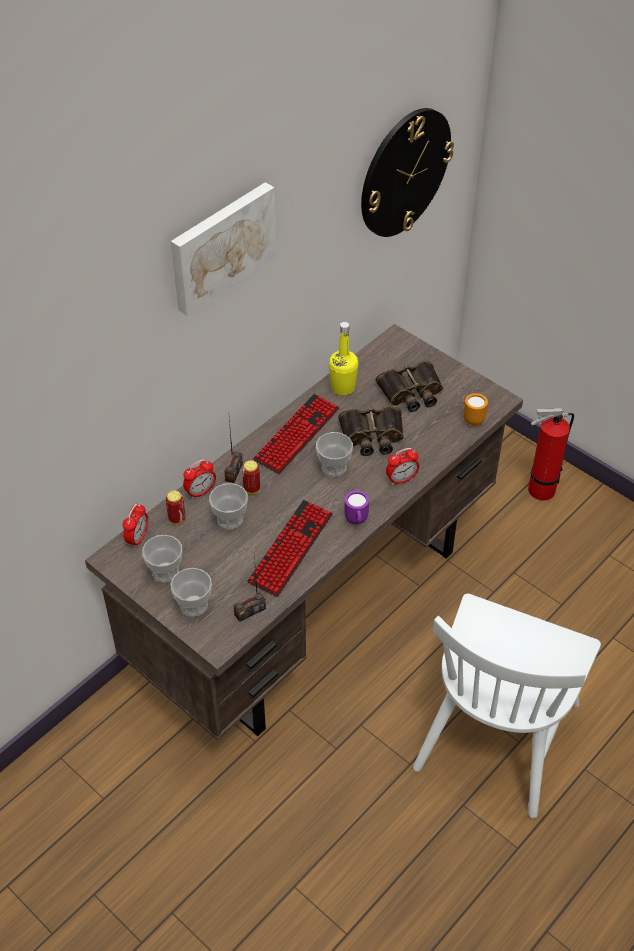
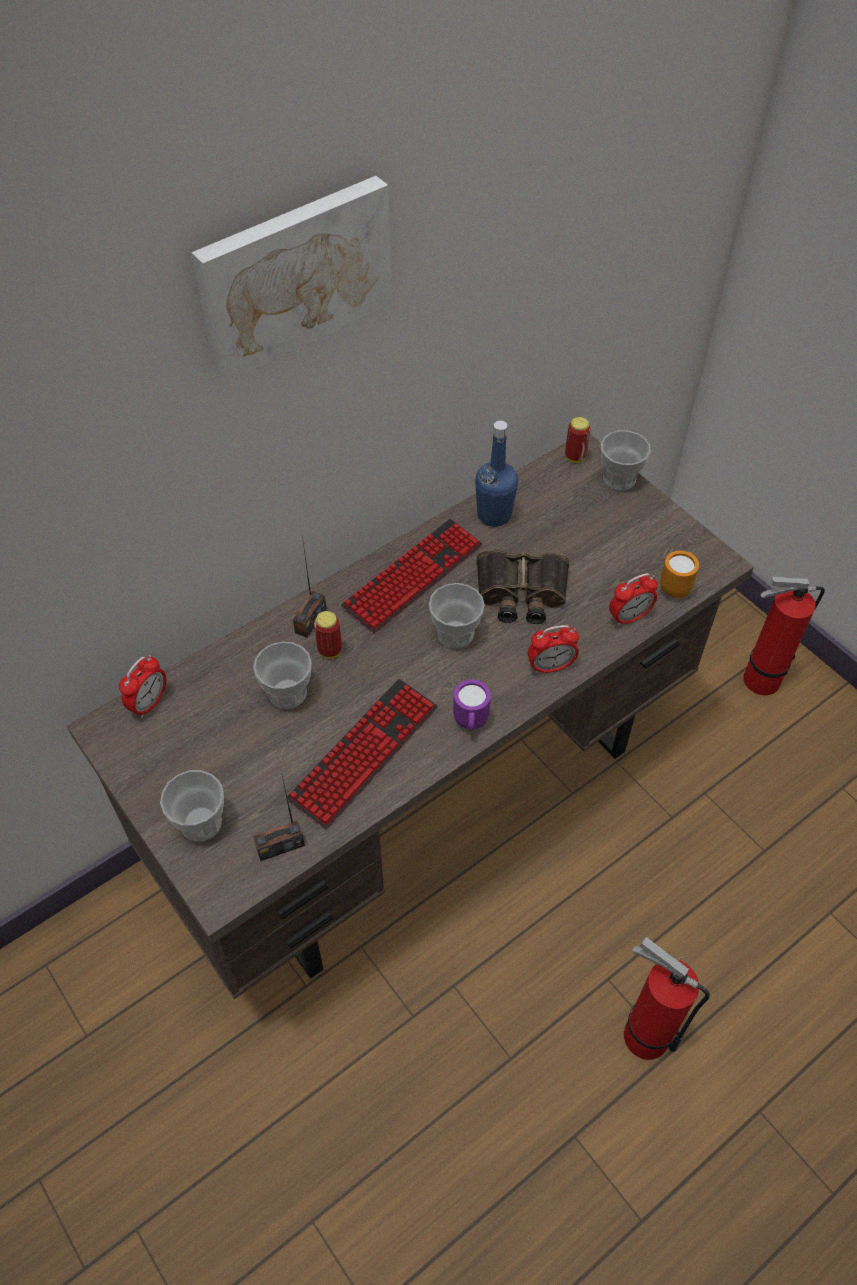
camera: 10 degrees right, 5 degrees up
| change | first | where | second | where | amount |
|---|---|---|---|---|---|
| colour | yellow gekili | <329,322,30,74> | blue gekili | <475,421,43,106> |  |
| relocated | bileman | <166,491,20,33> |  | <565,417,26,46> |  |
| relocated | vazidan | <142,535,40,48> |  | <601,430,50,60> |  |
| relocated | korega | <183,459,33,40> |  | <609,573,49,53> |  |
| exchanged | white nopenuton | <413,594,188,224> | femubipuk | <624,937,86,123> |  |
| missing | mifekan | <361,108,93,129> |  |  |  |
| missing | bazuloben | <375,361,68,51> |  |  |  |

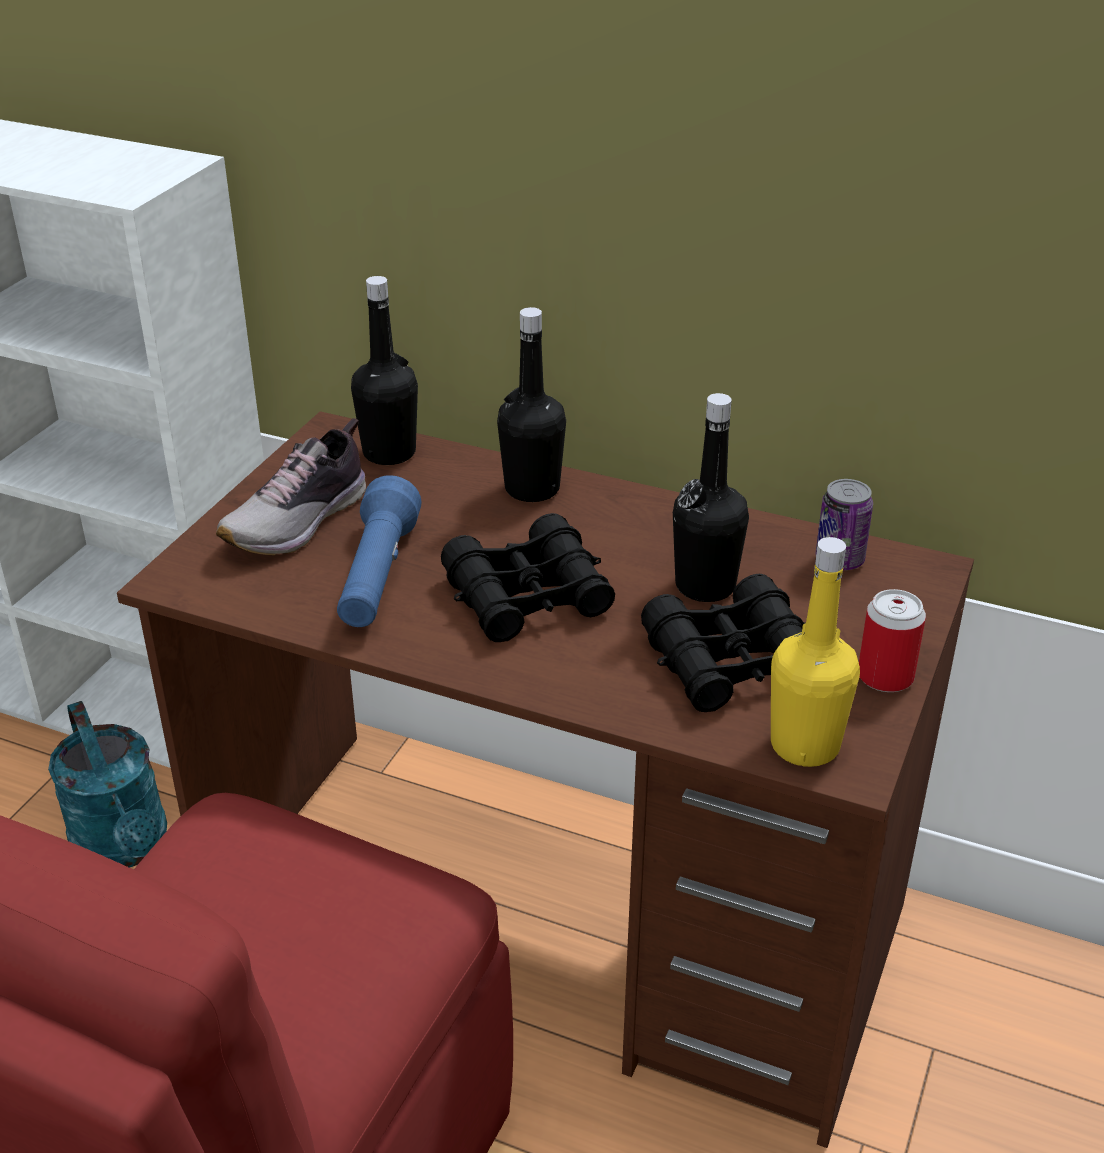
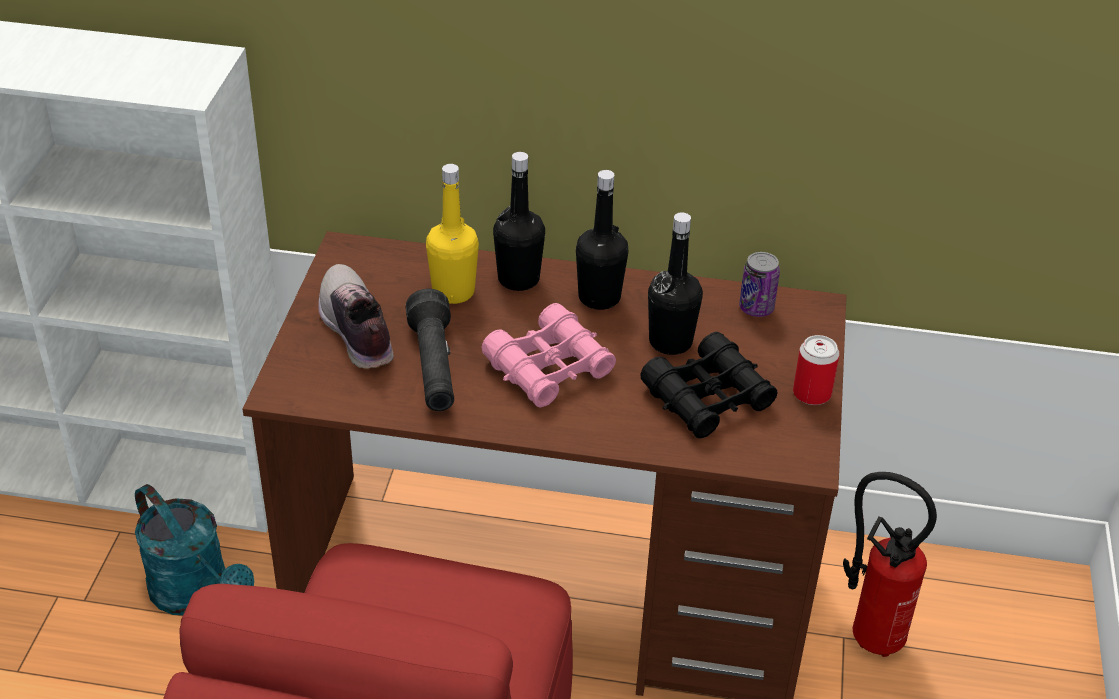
camera: 15 degrees left, 5 degrees up
| change | first | where | second | where | amount |
|---|---|---|---|---|---|
| spun | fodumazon | <216,418,150,137> |  | <318,264,76,105> | 135 degrees clockwise |
| colour | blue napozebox | <337,475,84,152> | black napozebox | <406,289,48,122> |  |
| relocated | yellow gekili | <771,537,89,230> |  | <426,164,53,140> |  |
| colour | black bazuloben | <441,513,174,129> | pink bazuloben | <481,303,135,105> |  |
| relocated | black gekili | <351,276,67,189> |  | <576,170,52,140> |  |
| appeared |  |  | femubipuk | <843,472,94,185> |  |

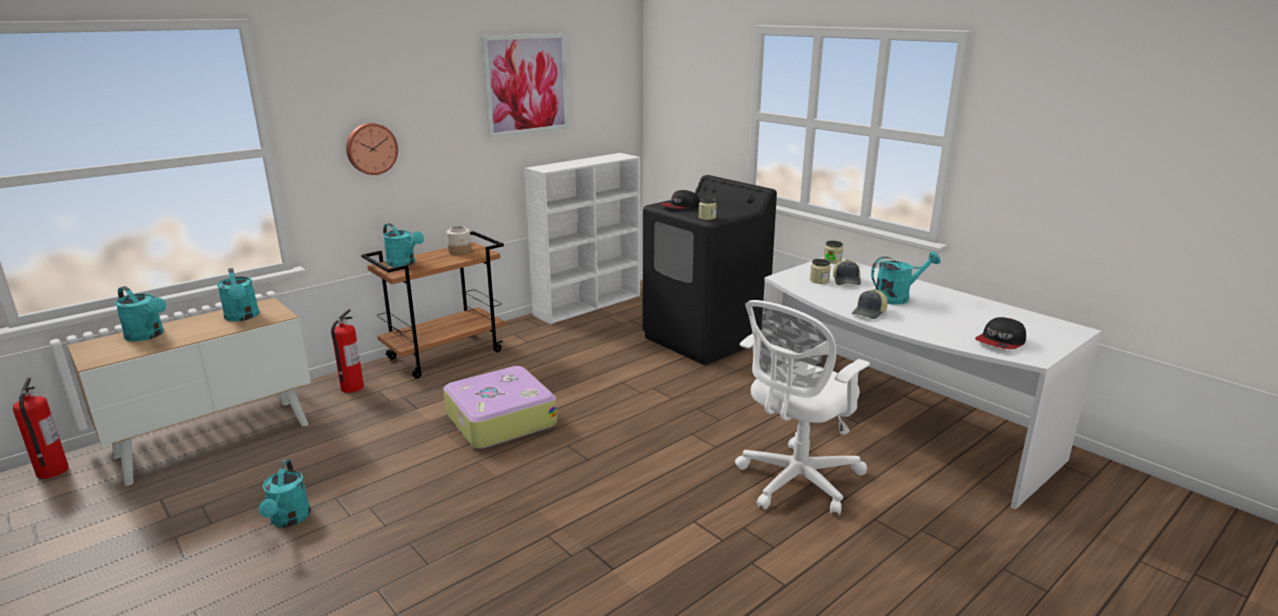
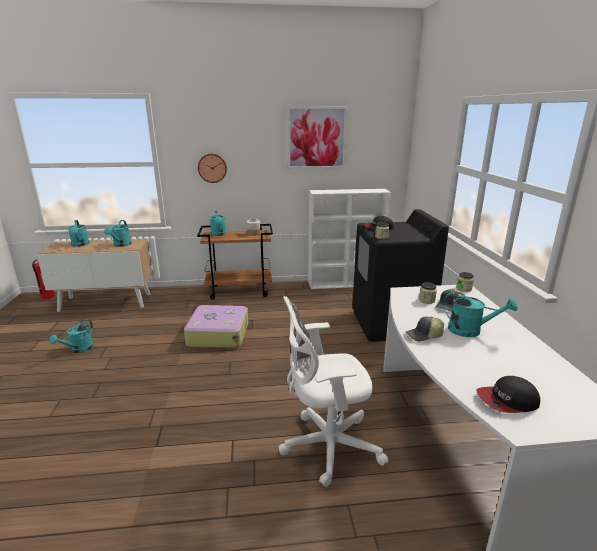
camera: 35 degrees right, 0 degrees up
| change | first | where | second | where | amount |
|---|---|---|---|---|---|
| missing | femubipuk | <331,309,33,84> |  |  |  |

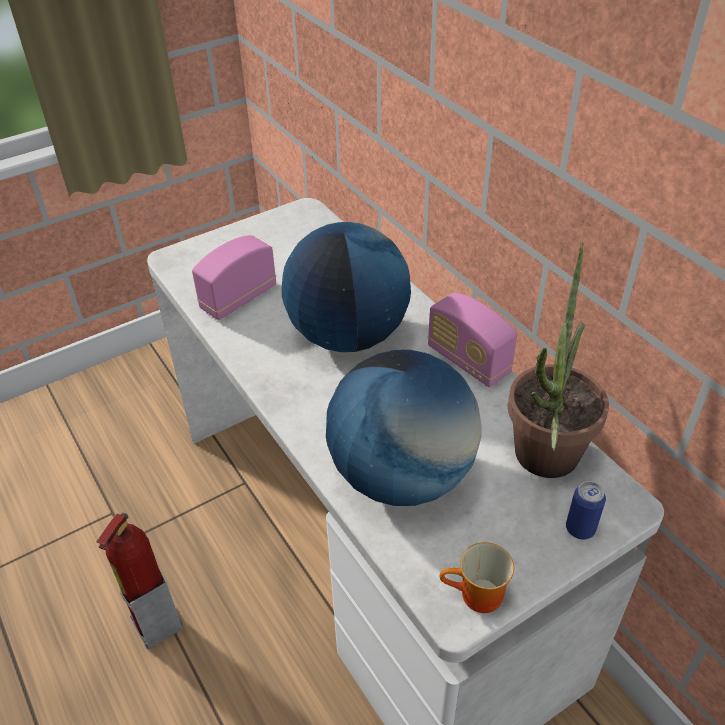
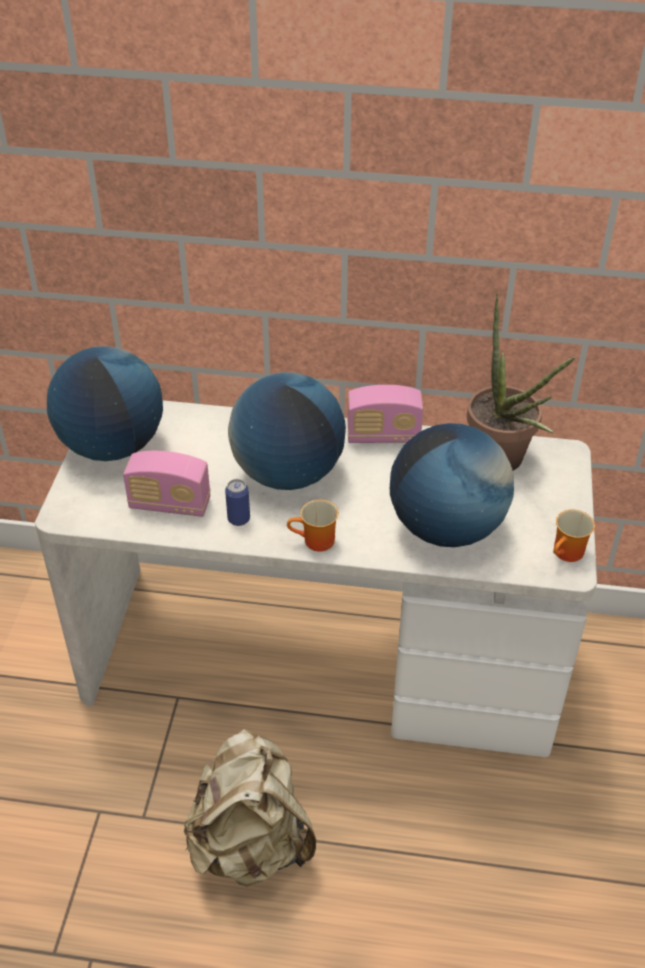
camera: 50 degrees left, 0 degrees up
| change | first | where | second | where | amount |
|---|---|---|---|---|---|
| appeared |  |  | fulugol | <47,346,116,115> |  |
| spun | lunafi | <192,235,84,85> |  | <123,451,87,66> | 75 degrees counterclockwise |
| exchanged | femubipuk | <96,513,87,136> | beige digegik | <184,729,132,158> |  |
| relocated | bileman | <566,481,40,58> |  | <225,479,25,47> |  |
| appeared |  |  | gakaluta | <287,499,52,53> |  |

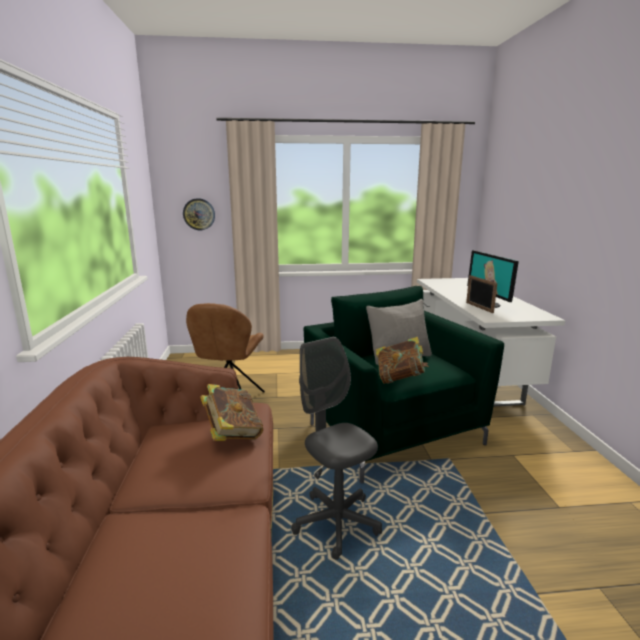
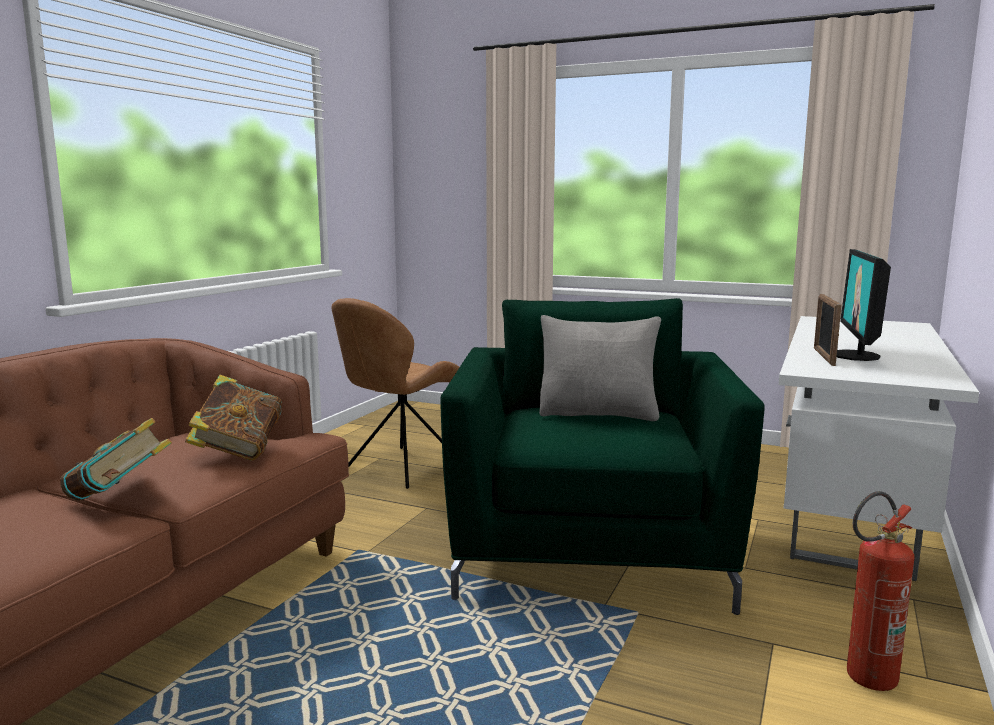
camera: 30 degrees right, 5 degrees down
| change | first | where | second | where | amount |
|---|---|---|---|---|---|
| relocated | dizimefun | <376,337,53,47> |  | <60,418,112,83> |  |
| appeared |  |  | femubipuk | <847,491,67,200> |  |
| missing | mifekan | <183,198,32,32> |  |  |  |
| missing | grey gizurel | <291,337,91,223> |  |  |  |

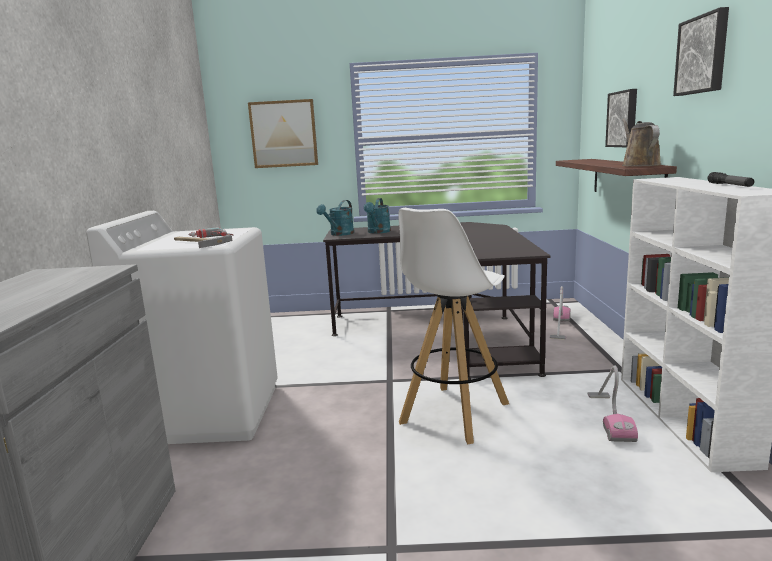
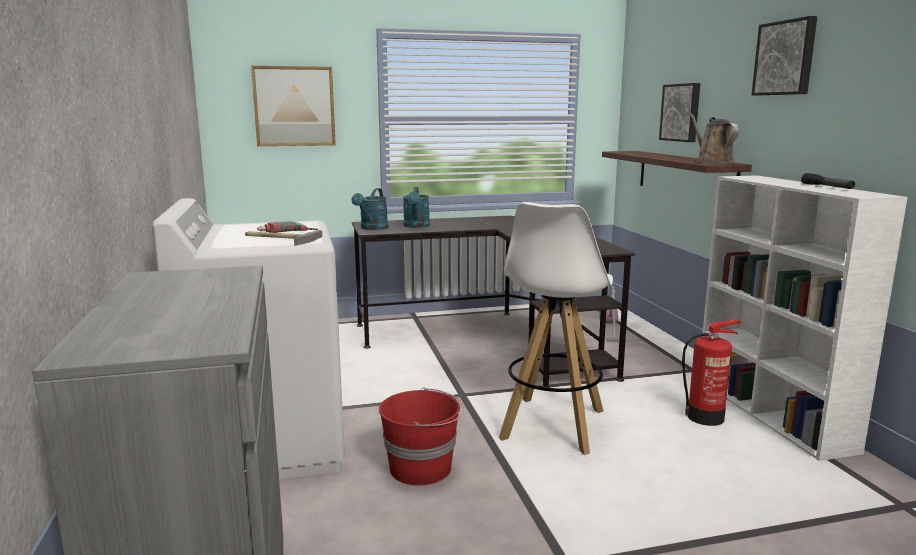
camera: 15 degrees left, 0 degrees up
| change | first | where | second | where | amount |
|---|---|---|---|---|---|
| appeared |  |  | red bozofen | <379,387,85,99> |  |
| exchanged | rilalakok | <588,365,50,77> | femubipuk | <682,320,60,106> |  |

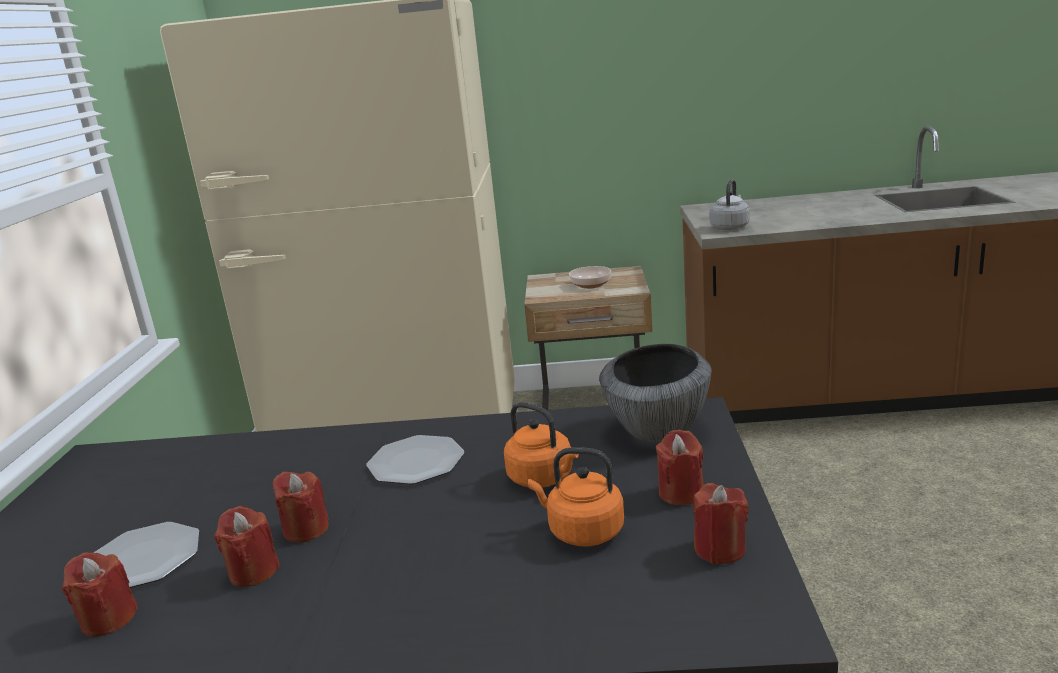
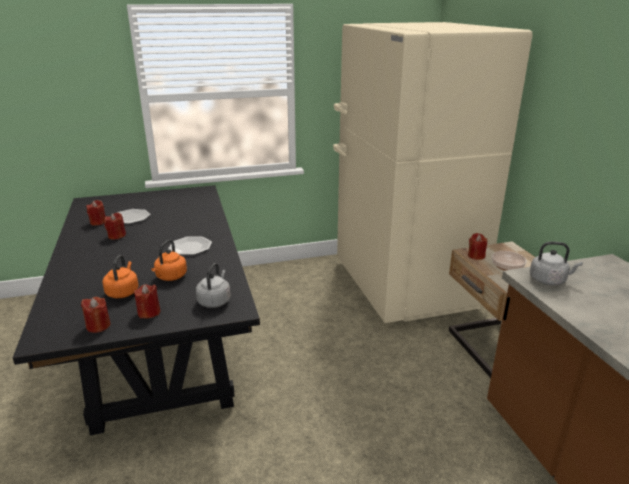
camera: 70 degrees right, 5 degrees up
| change | first | where | second | where | amount |
|---|---|---|---|---|---|
| exchanged | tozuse | <599,344,112,98> | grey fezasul | <196,263,35,45> |  |
| relocated | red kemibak | <273,471,56,72> |  | <468,233,19,27> |  |

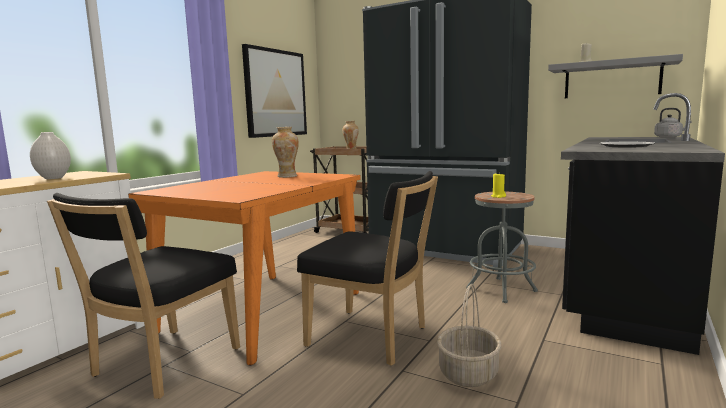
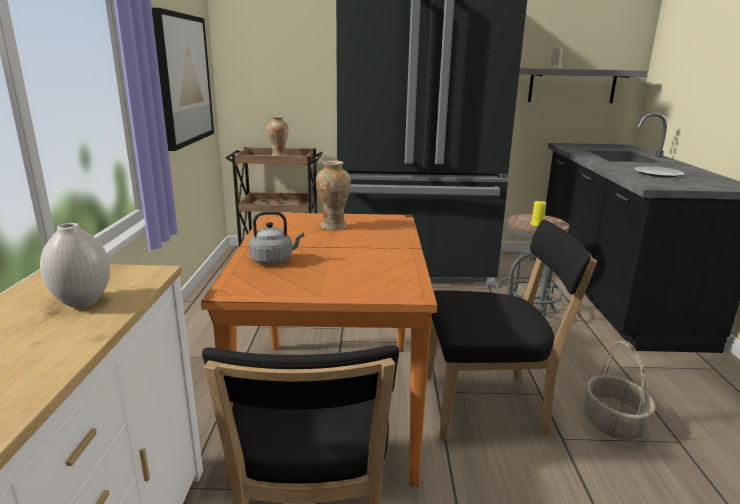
camera: 30 degrees left, 10 degrees up
| change | first | where | second | where | amount |
|---|---|---|---|---|---|
| relocated | grey fezasul | <654,108,38,30> |  | <249,211,55,54> |  |

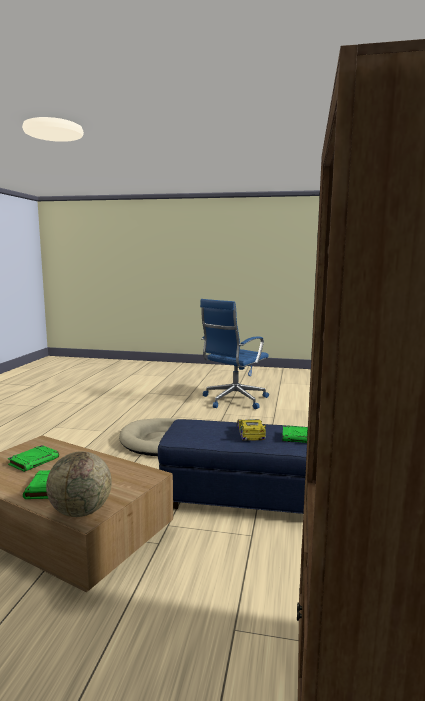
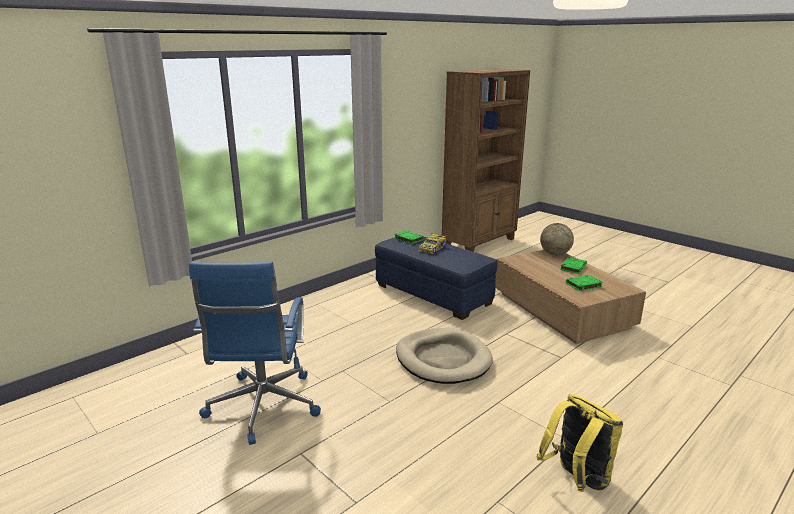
camera: 145 degrees left, 10 degrees up
| change | first | where | second | where | amount |
|---|---|---|---|---|---|
| spun | blue gizurel | <200,299,69,110> |  | <189,262,132,183> | 105 degrees clockwise |
| appeared |  |  | yellow digegik | <536,394,87,98> |  |

